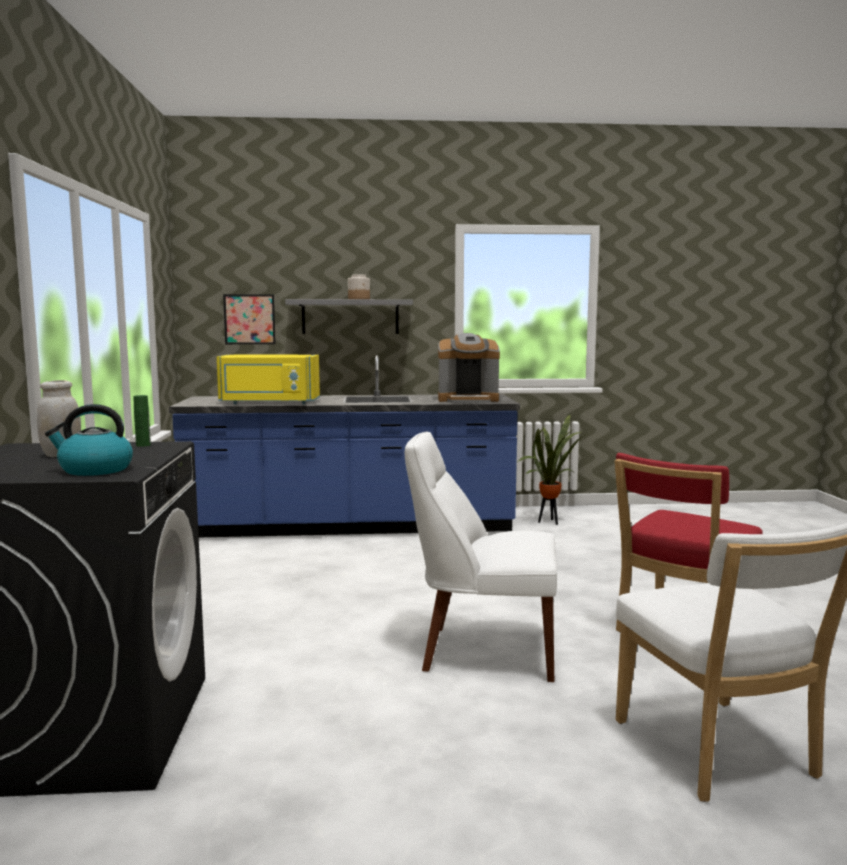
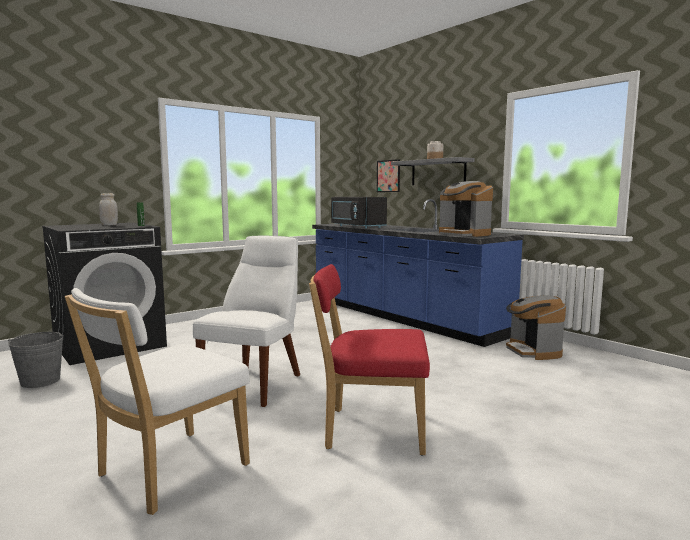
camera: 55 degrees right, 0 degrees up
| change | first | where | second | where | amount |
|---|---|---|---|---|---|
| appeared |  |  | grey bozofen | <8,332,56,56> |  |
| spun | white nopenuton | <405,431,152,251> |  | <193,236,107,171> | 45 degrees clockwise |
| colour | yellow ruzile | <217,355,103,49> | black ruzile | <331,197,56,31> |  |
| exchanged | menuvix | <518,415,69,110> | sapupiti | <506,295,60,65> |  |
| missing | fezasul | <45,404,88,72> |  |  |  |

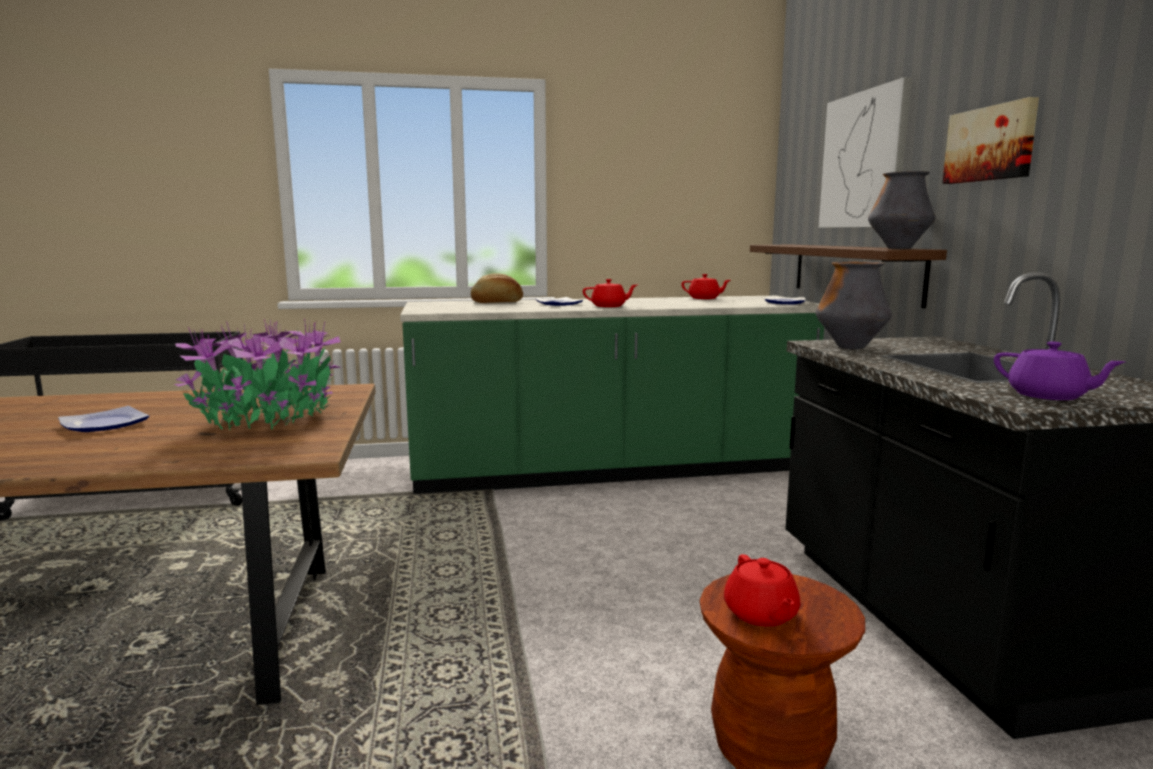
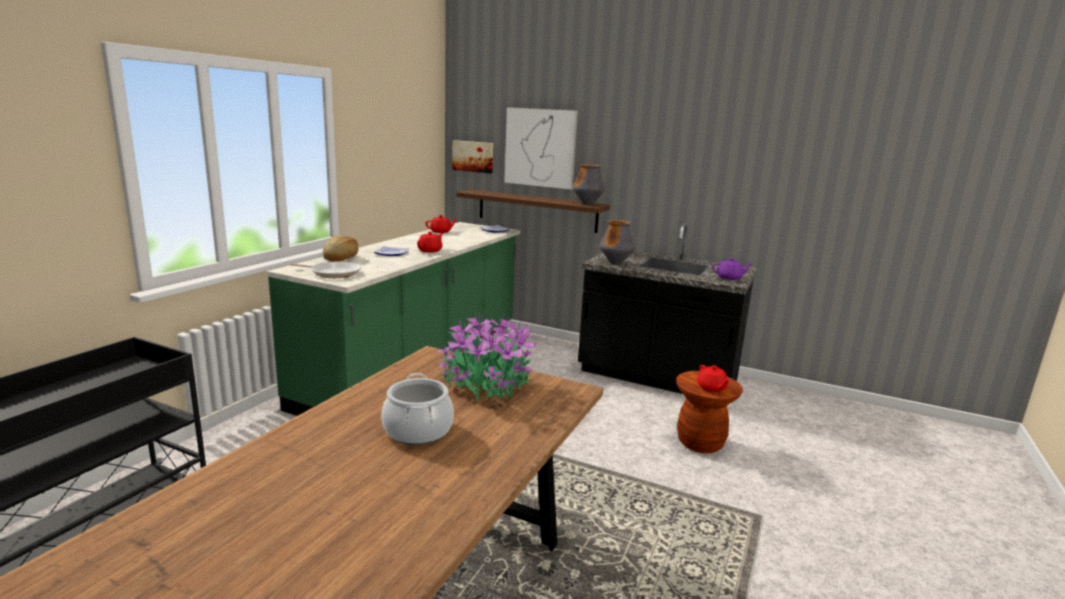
camera: 55 degrees left, 5 degrees up
| change | first | where | second | where | amount |
|---|---|---|---|---|---|
| appeared |  |  | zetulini | <290,261,71,17> |  |
| exchanged | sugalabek | <58,406,92,26> | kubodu | <381,373,73,72> |  |
| relocated | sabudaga | <942,97,97,87> |  | <452,140,41,34> |  |
| spun | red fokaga | <724,554,76,72> |  | <697,365,33,27> | 45 degrees clockwise |

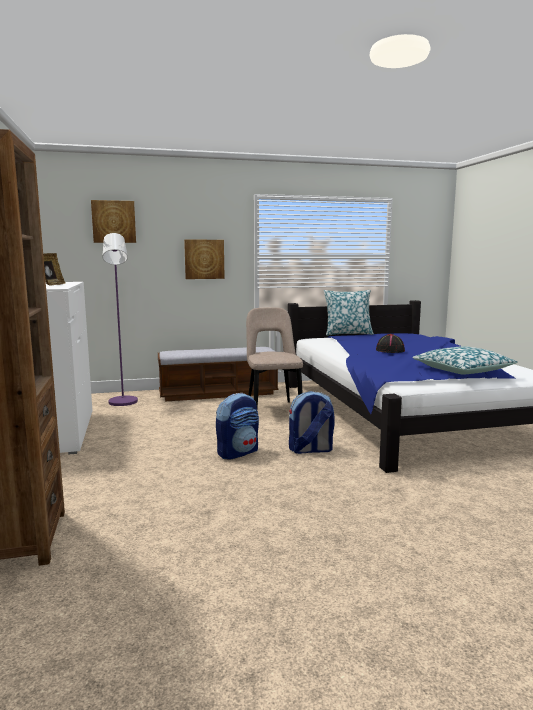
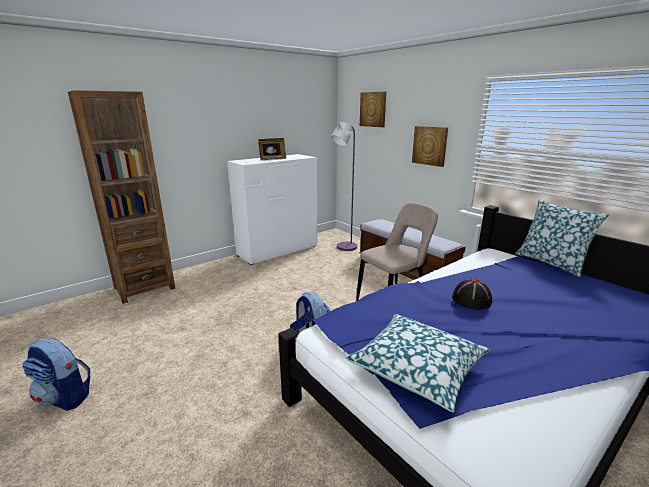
camera: 65 degrees right, 10 degrees up
| change | first | where | second | where | amount |
|---|---|---|---|---|---|
| relocated | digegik | <216,393,43,67> |  | <22,338,68,73> |  |

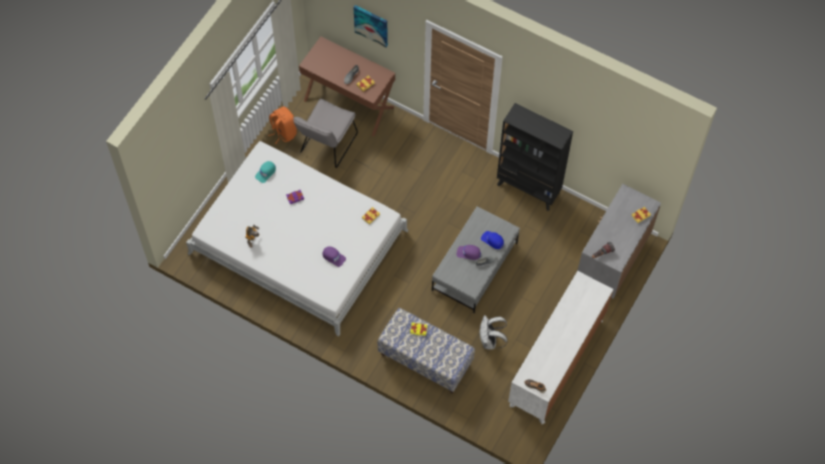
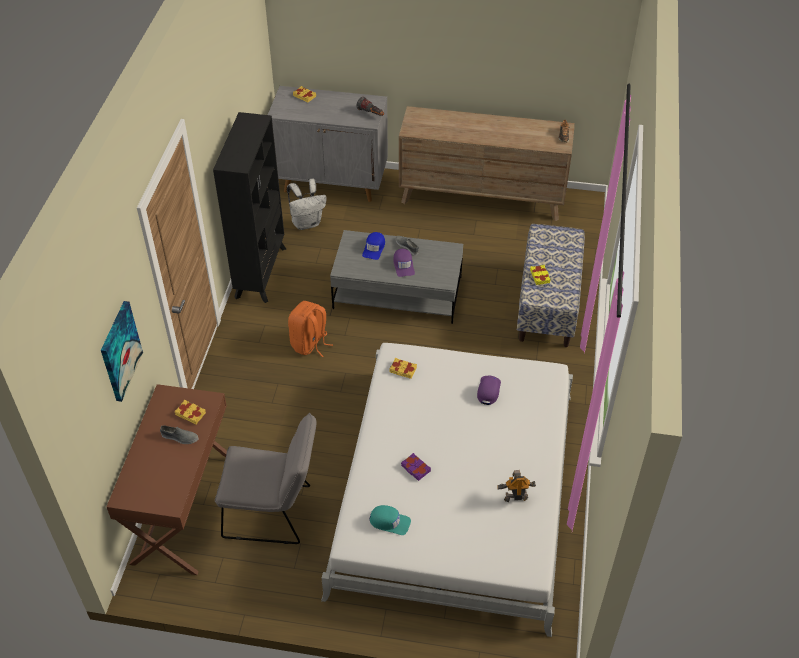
camera: 110 degrees left, 15 degrees down
| change | first | where | second | where | amount |
|---|---|---|---|---|---|
| relocated | white digegik | <479,315,29,35> |  | <287,179,39,51> |  |
| relocated | orange digegik | <268,106,29,38> |  | <288,301,45,56> |  |
| colour | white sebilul | <508,271,106,153> | brown sebilul | <399,106,176,115> |  |

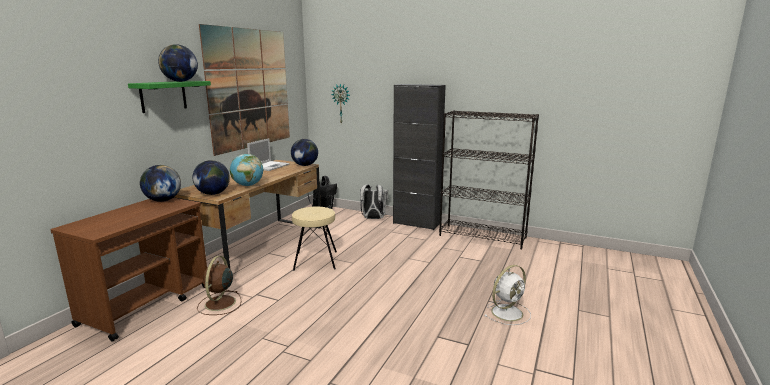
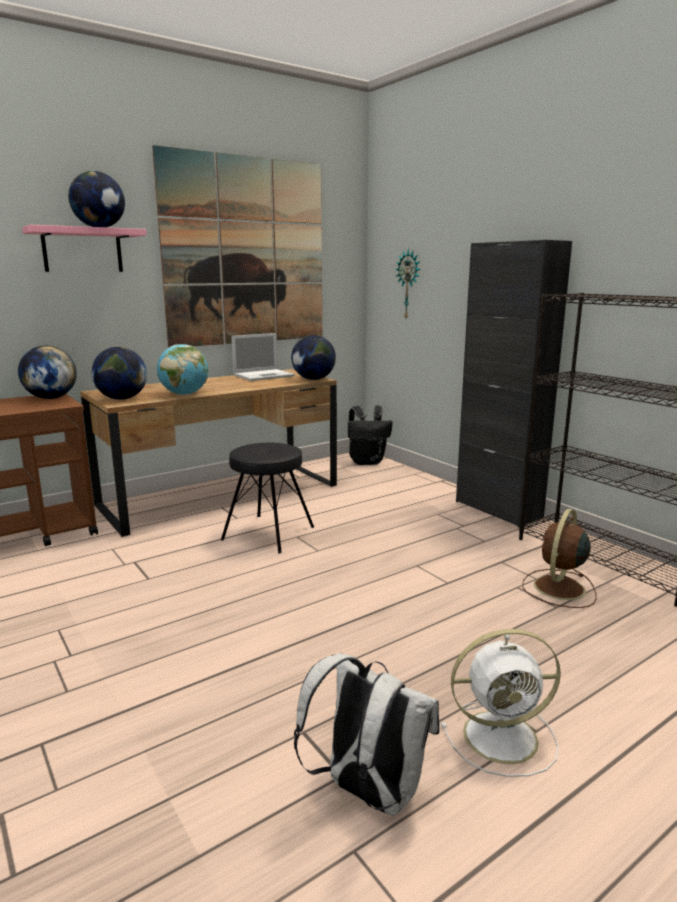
camera: 30 degrees right, 0 degrees up
| change | first | where | second | where | amount |
|---|---|---|---|---|---|
| colour | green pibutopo | <128,81,83,32> | pink pibutopo | <22,225,125,47> |  |
| colour | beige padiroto | <292,207,45,64> | black padiroto | <221,443,93,111> |  |
| relocated | white digegik | <360,184,28,35> |  | <294,652,146,164> |  |
| relocated | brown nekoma | <197,256,44,59> |  | <522,509,75,99> |  |

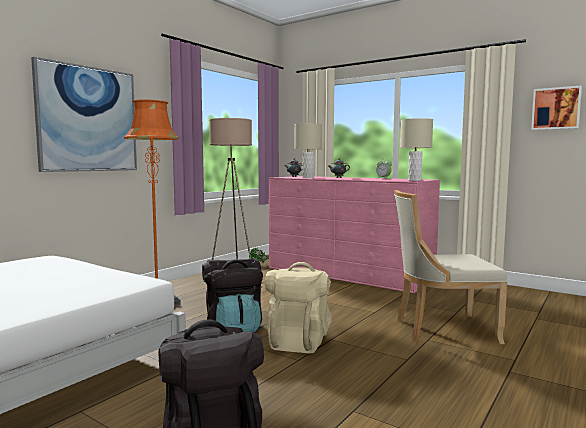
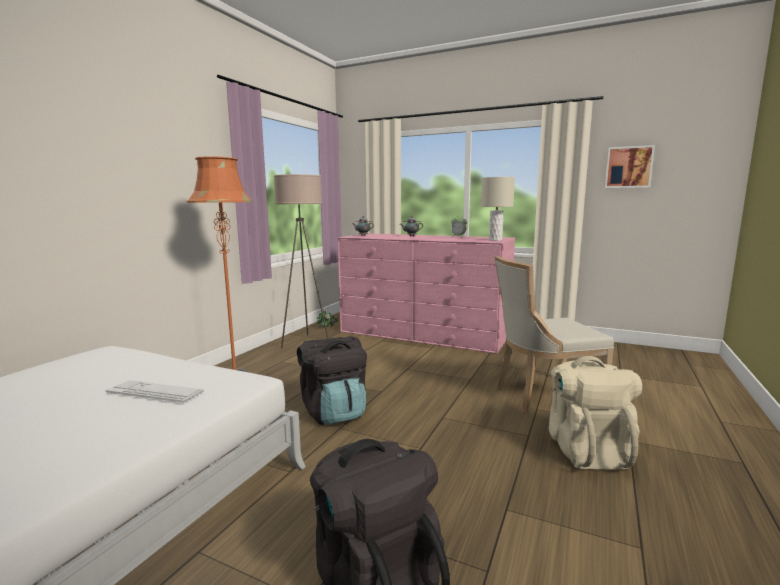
camera: 10 degrees left, 5 degrees up
| change | first | where | second | where | amount |
|---|---|---|---|---|---|
| appeared |  |  | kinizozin | <105,380,99,22> |  |
| relocated | beige digegik | <265,262,67,91> |  | <549,356,93,114> |  |
| missing | sabudaga | <31,57,106,115> |  |  |  |
| missing | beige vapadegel | <295,123,27,55> |  |  |  |

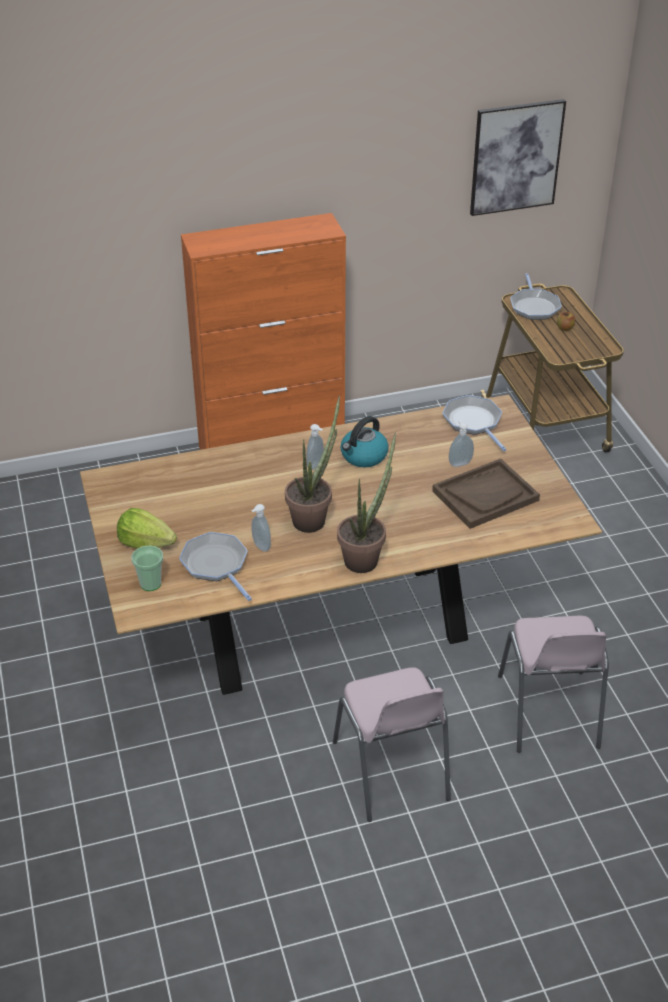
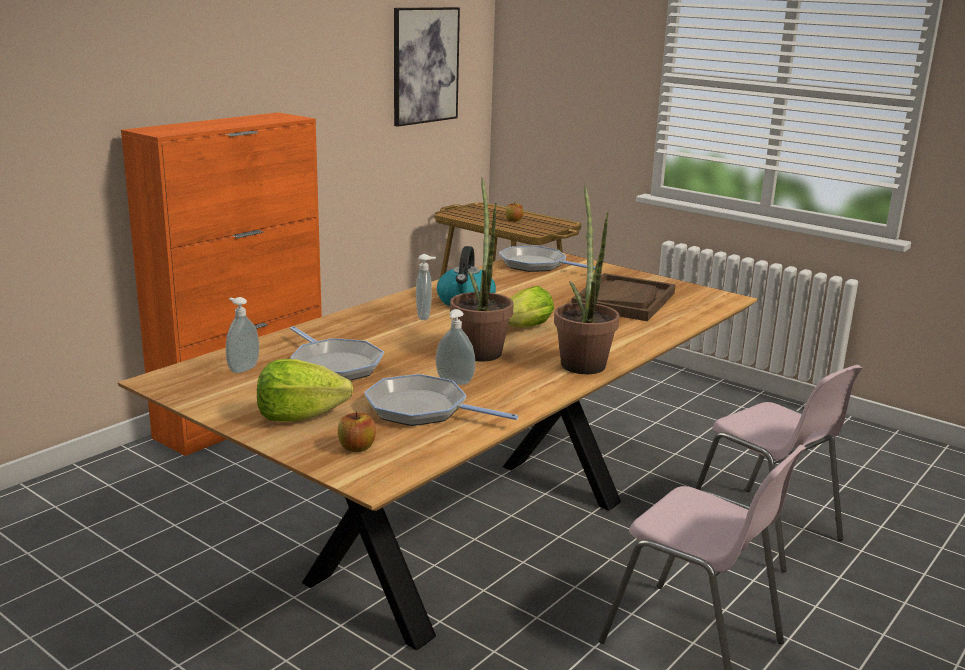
camera: 35 degrees left, 20 degrees down
| change | first | where | second | where | amount |
|---|---|---|---|---|---|
| relocated | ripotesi | <449,420,25,47> |  | <226,297,33,76> |  |
| relocated | zetulini | <510,273,52,47> |  | <290,326,94,55> |  |
| exchanged | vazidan | <132,545,31,46> | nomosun | <338,411,38,41> |  |
| appeared |  |  | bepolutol | <508,286,46,41> |  |

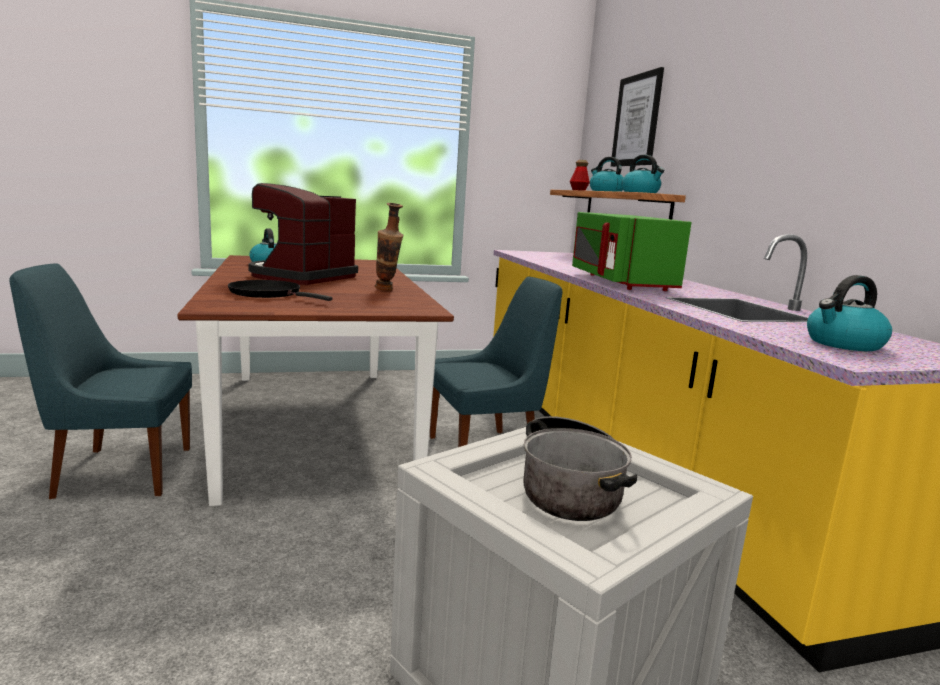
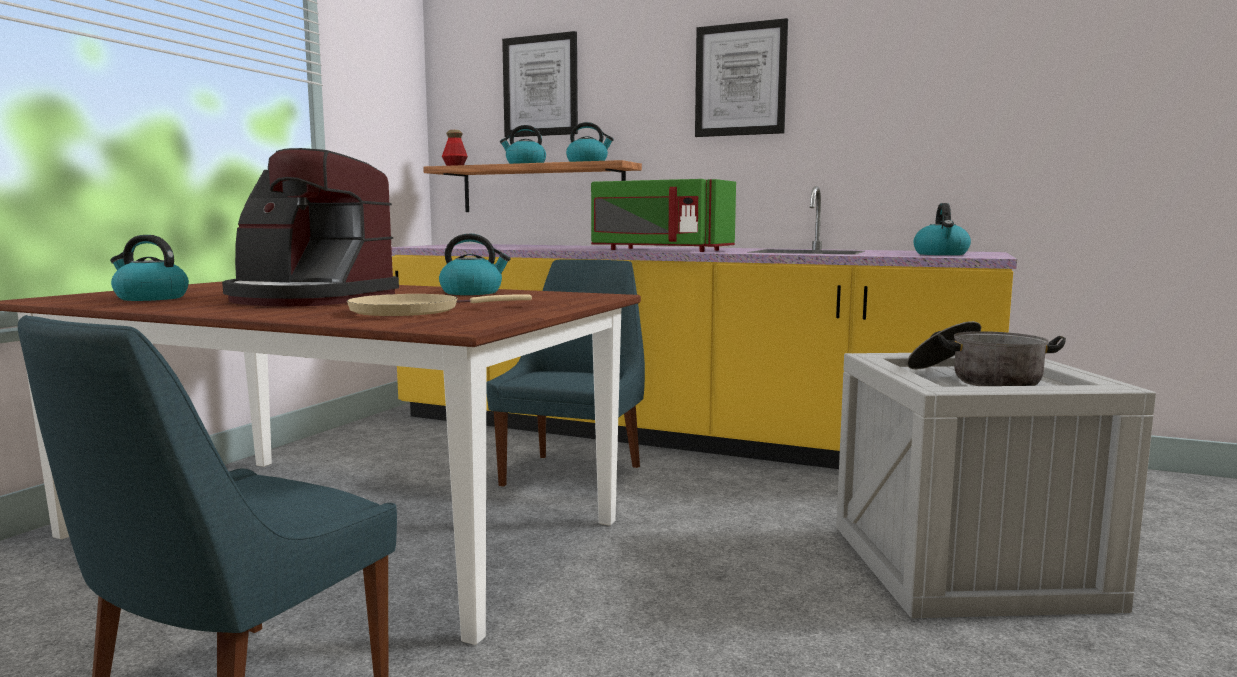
camera: 50 degrees left, 5 degrees down
| change | first | where | second | where | amount |
|---|---|---|---|---|---|
| spun | sapupiti | <248,183,110,102> |  | <222,148,177,159> | 45 degrees counterclockwise |
| colour | black zetulini | <228,280,104,21> | beige zetulini | <347,294,185,22> |  |
| exchanged | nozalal | <375,203,28,88> | fezasul | <439,234,72,61> |  |
| appeared |  |  | sabudaga | <695,18,93,119> |  |

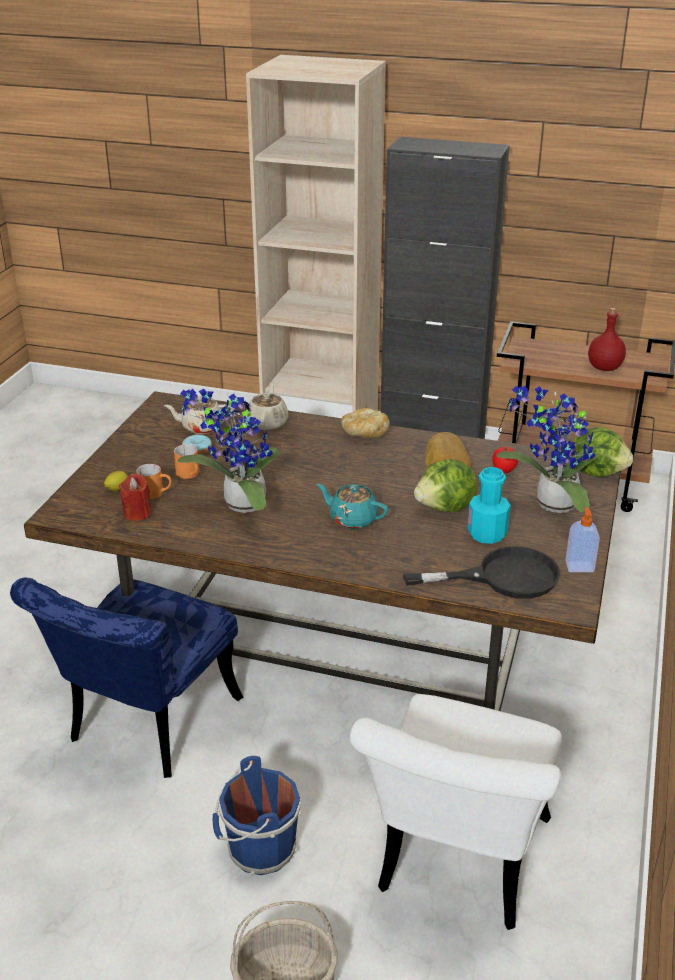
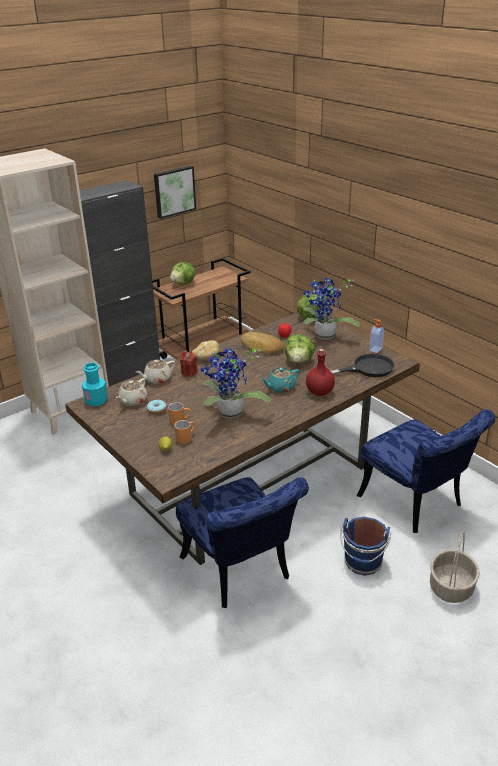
camera: 55 degrees left, 0 degrees up
| change | first | where | second | where | amount |
|---|---|---|---|---|---|
| relocated | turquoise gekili | <467,467,43,77> |  | <82,362,26,44> |  |
| spun | beige fokaga | <247,384,42,46> |  | <136,360,39,24> | 75 degrees counterclockwise |
| appeared |  |  | sabudaga | <154,166,42,53> |  |
| appeared |  |  | bepolutol | <170,262,25,22> |  |
| relocated | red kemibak | <119,474,33,47> |  | <180,351,18,26> |  |
| relocated | red gekili | <588,308,38,63> |  | <306,349,29,47> |  |
| spun | black zetulini | <403,546,157,53> |  | <330,354,65,23> | 45 degrees clockwise |
| colour | white nopenuton | <350,694,212,236> | blue nopenuton | <357,409,138,124> |  |

